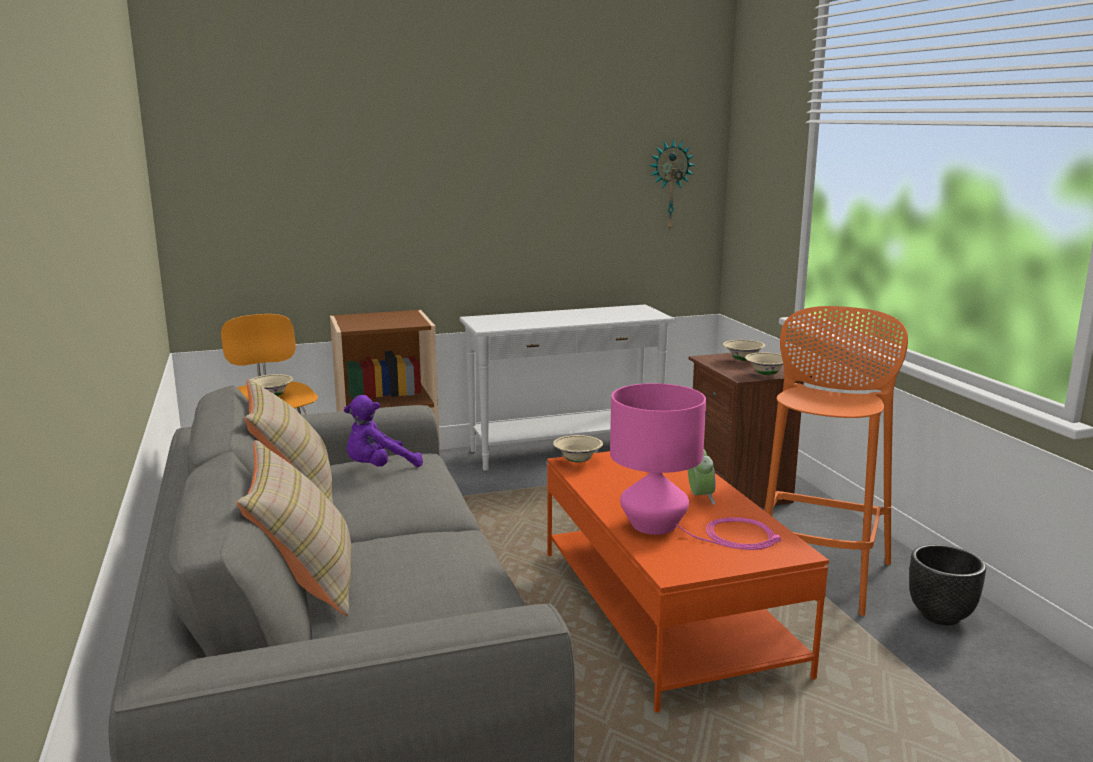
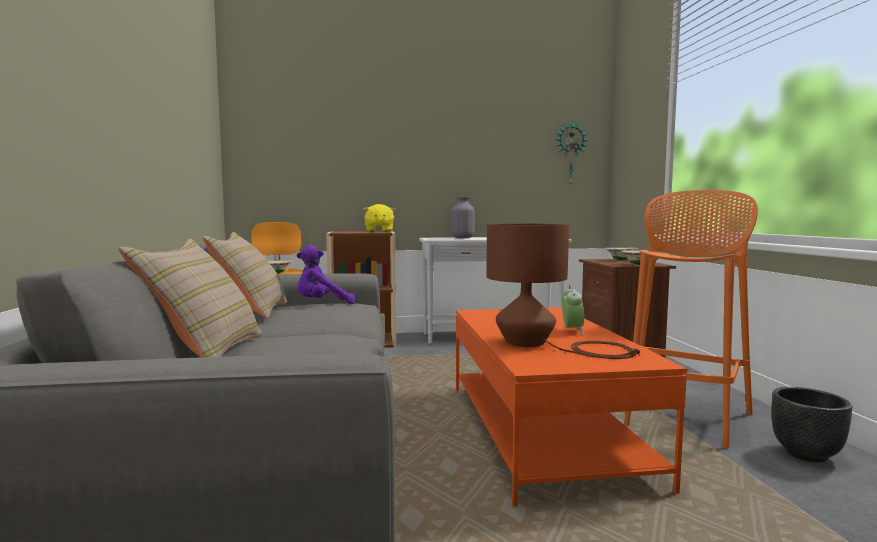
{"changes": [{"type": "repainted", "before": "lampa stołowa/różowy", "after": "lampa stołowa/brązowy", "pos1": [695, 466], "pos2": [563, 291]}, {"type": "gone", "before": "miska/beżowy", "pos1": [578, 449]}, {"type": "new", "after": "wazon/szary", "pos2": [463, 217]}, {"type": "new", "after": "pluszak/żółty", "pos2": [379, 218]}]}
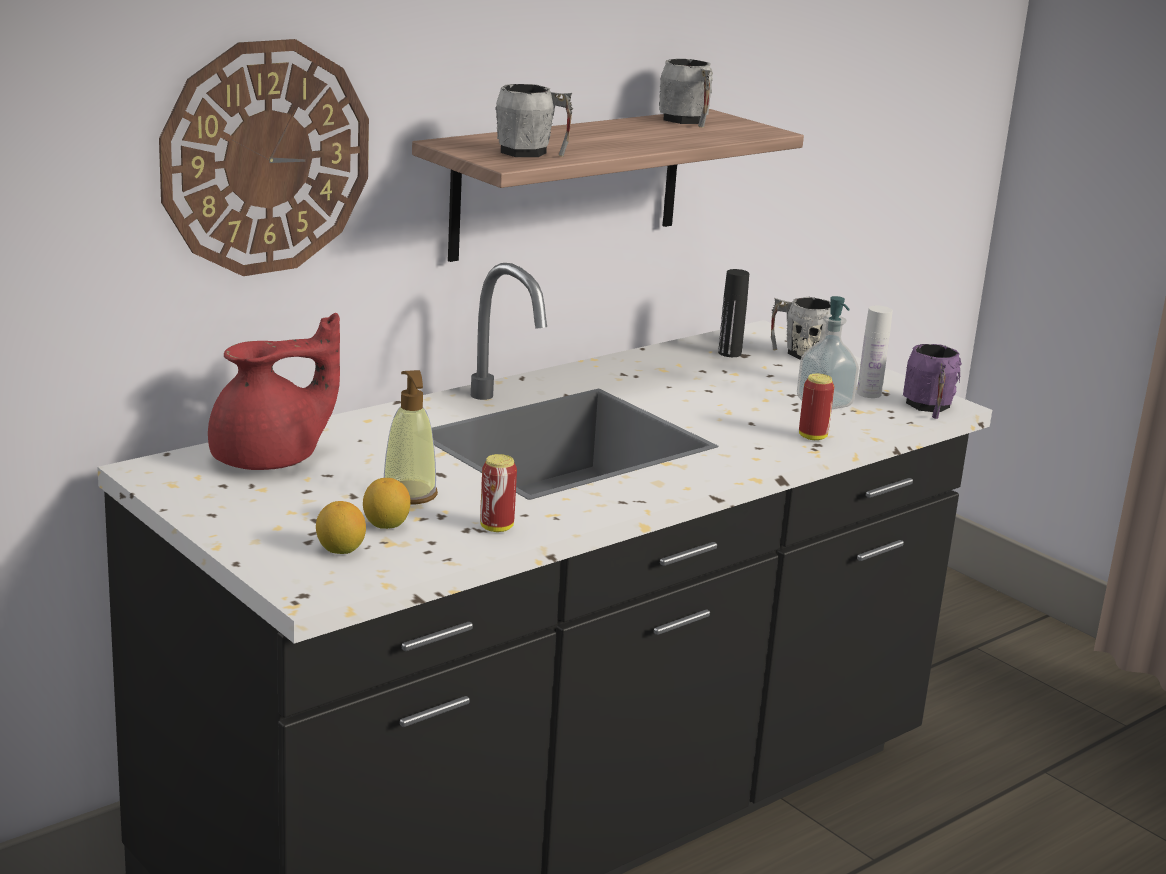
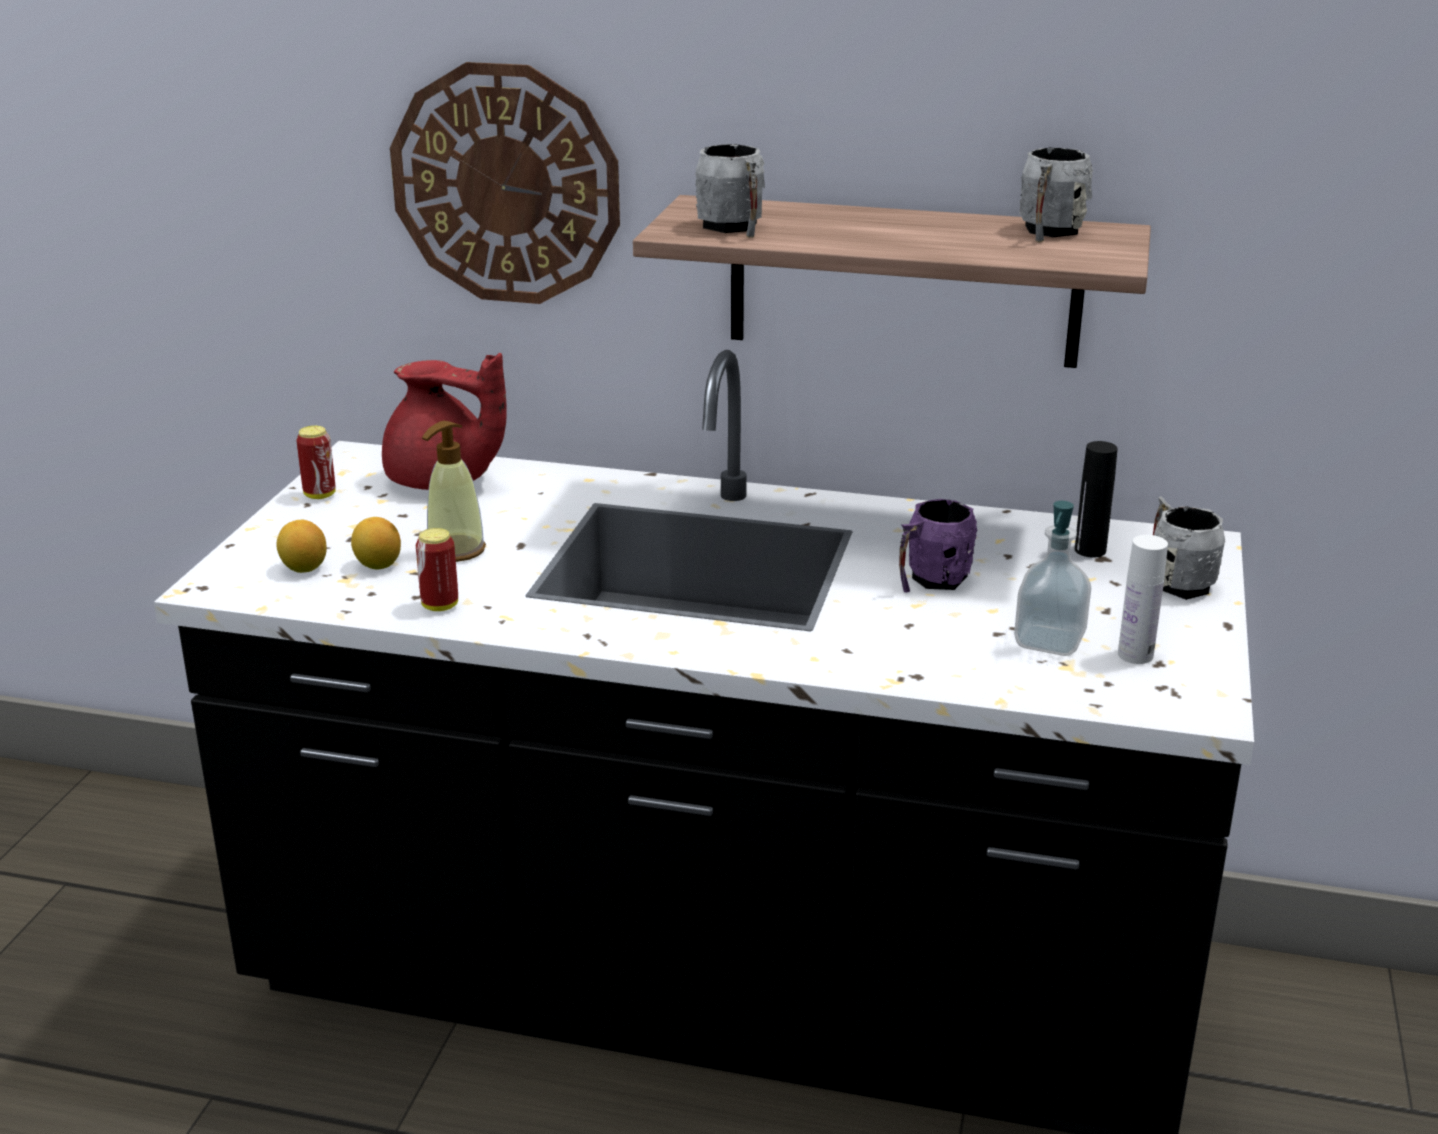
{"changes": [{"type": "shifted", "before": "kubek/fioletowy", "pos1": [932, 381], "pos2": [938, 546]}, {"type": "shifted", "before": "puszka", "pos1": [816, 407], "pos2": [316, 462]}]}
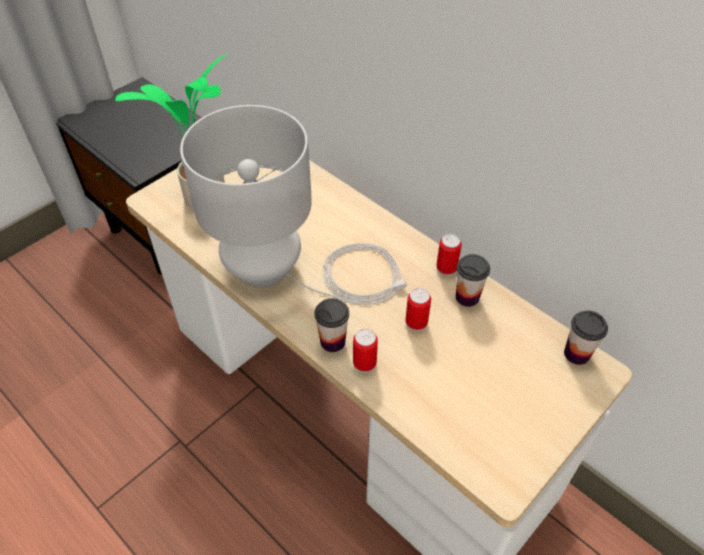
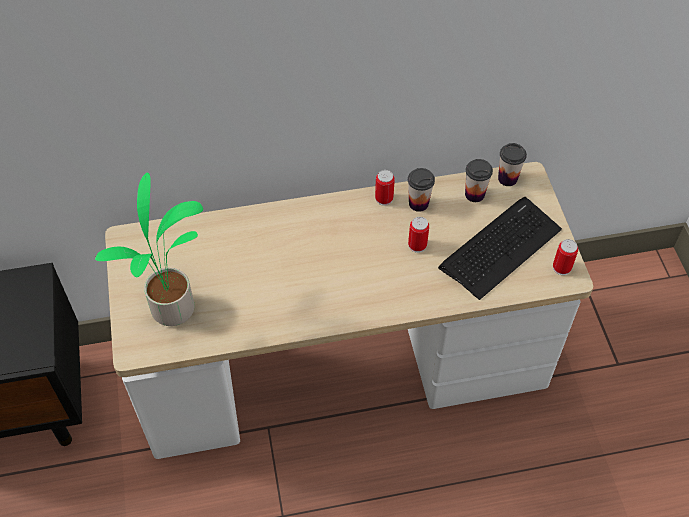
{"changes": [{"type": "gone", "before": "lampa stołowa/szary", "pos1": [293, 205]}, {"type": "shifted", "before": "filiżanka", "pos1": [331, 325], "pos2": [479, 180]}, {"type": "shifted", "before": "puszka", "pos1": [365, 351], "pos2": [565, 257]}, {"type": "new", "after": "klawiatura", "pos2": [500, 248]}]}
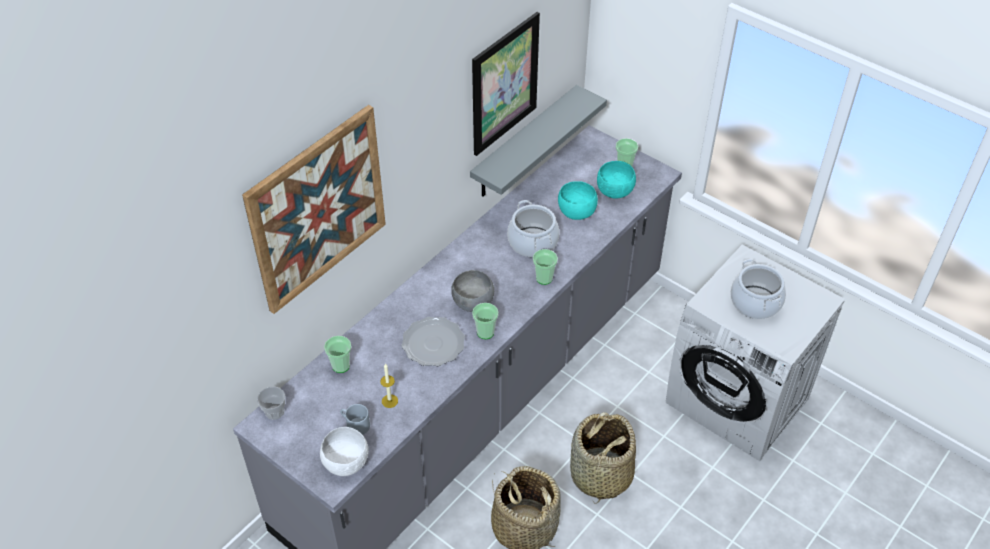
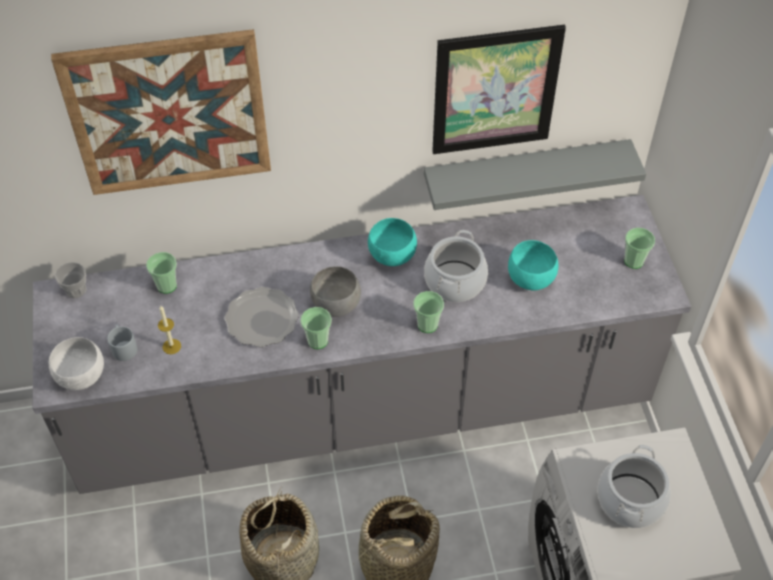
{"changes": [{"type": "shifted", "before": "miska/turkusowy", "pos1": [616, 180], "pos2": [392, 242]}]}
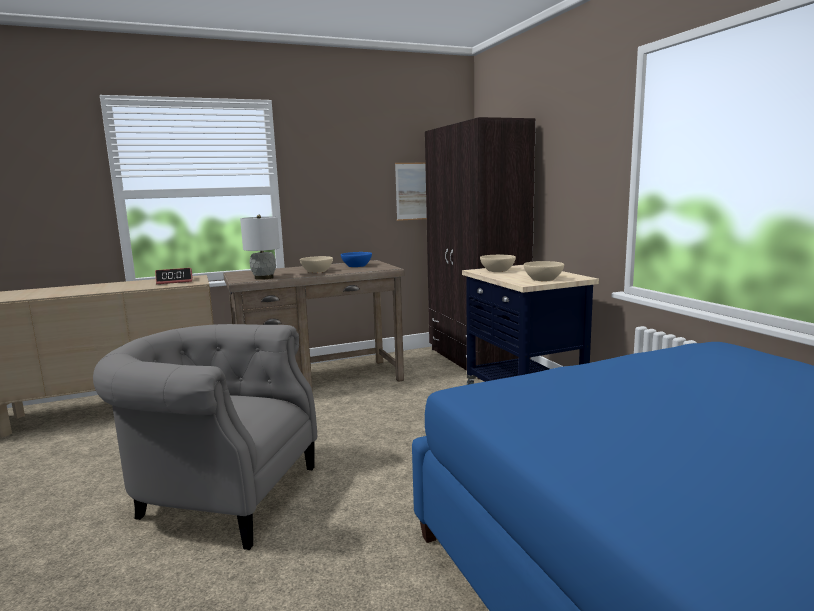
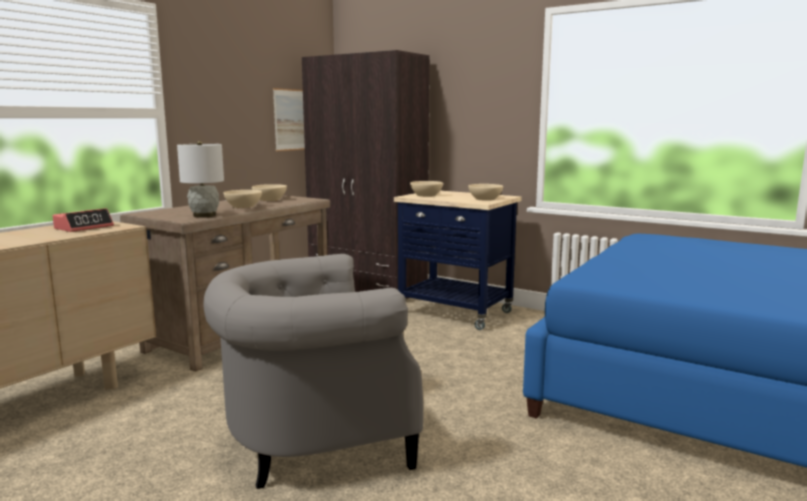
{"changes": [{"type": "repainted", "before": "miska/niebieski", "after": "miska/beżowy", "pos1": [356, 259], "pos2": [269, 192]}]}
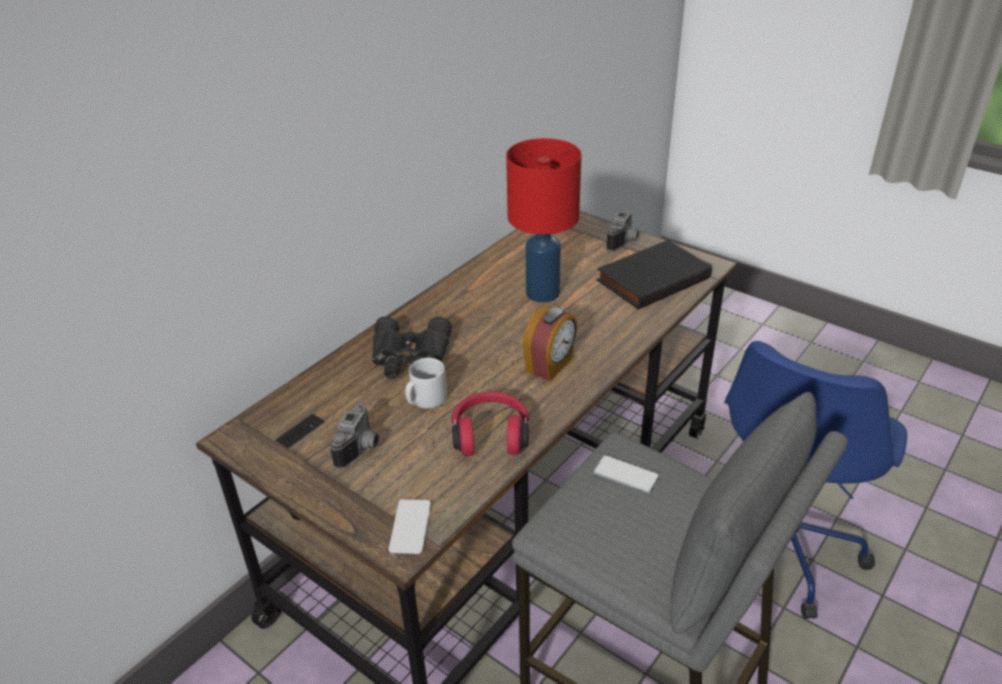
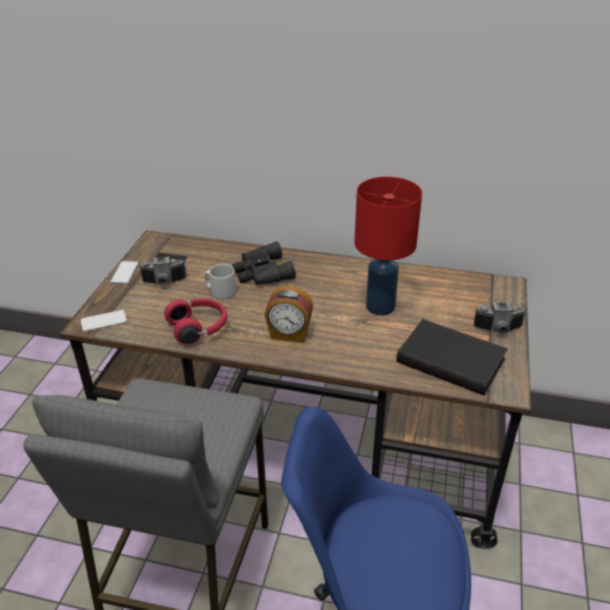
{"changes": [{"type": "shifted", "before": "telefon", "pos1": [626, 474], "pos2": [124, 272]}]}
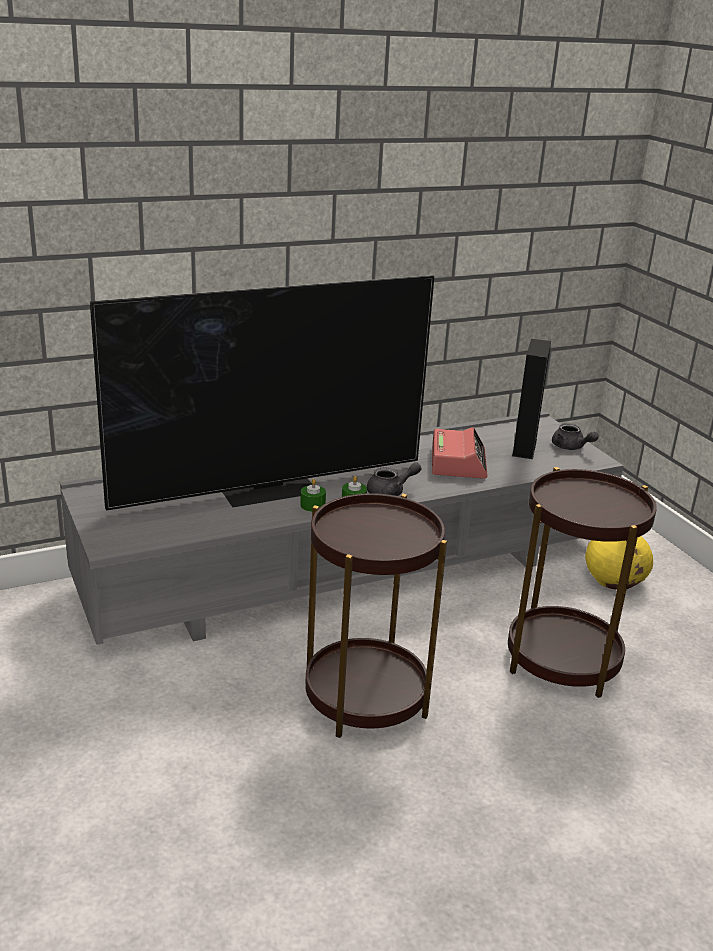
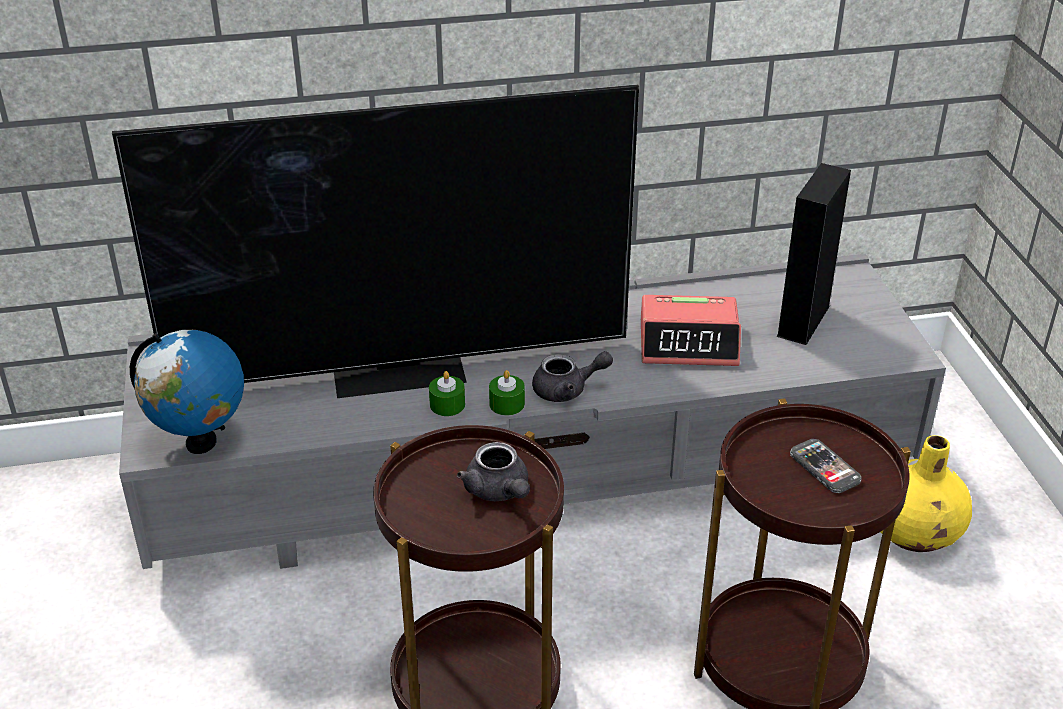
{"changes": [{"type": "shifted", "before": "imbryk/szary", "pos1": [575, 436], "pos2": [493, 471]}, {"type": "rotated", "before": "budzik", "pos1": [460, 453], "pos2": [691, 330], "turn": 75}, {"type": "new", "after": "globus", "pos2": [187, 392]}, {"type": "new", "after": "telefon", "pos2": [826, 466]}]}
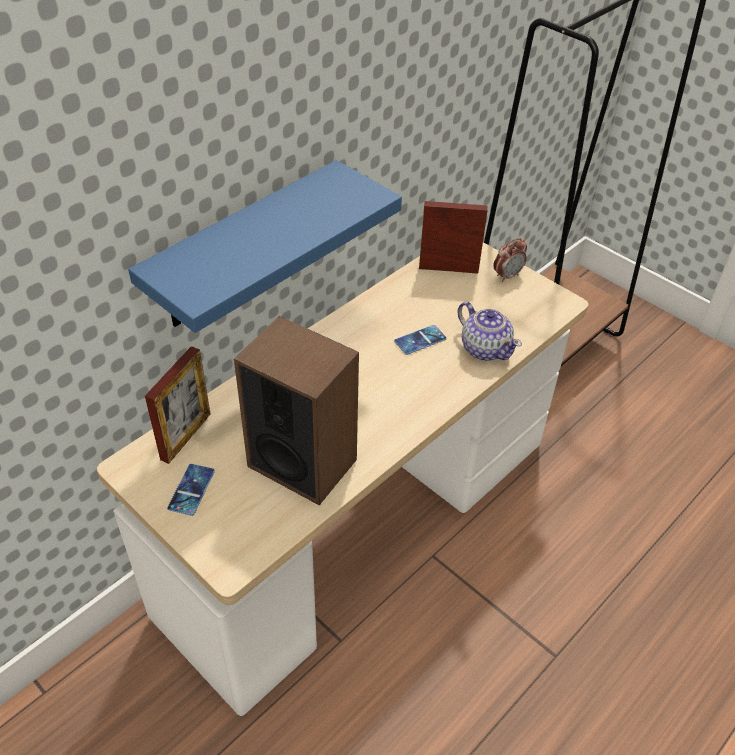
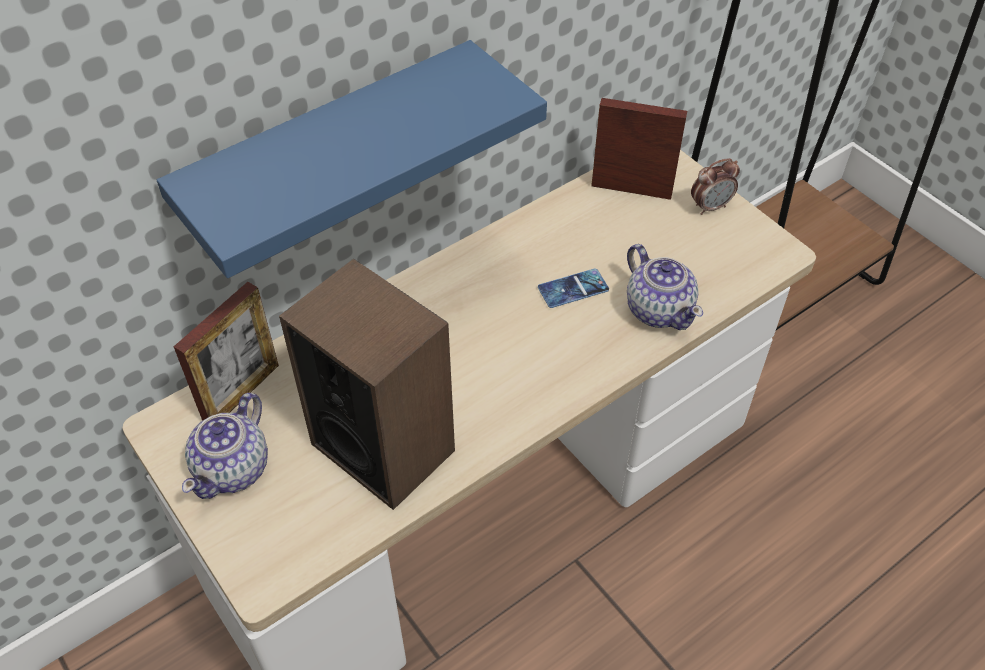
{"changes": [{"type": "swapped", "before": "telefon", "after": "imbryk", "pos1": [191, 490], "pos2": [225, 446]}]}
